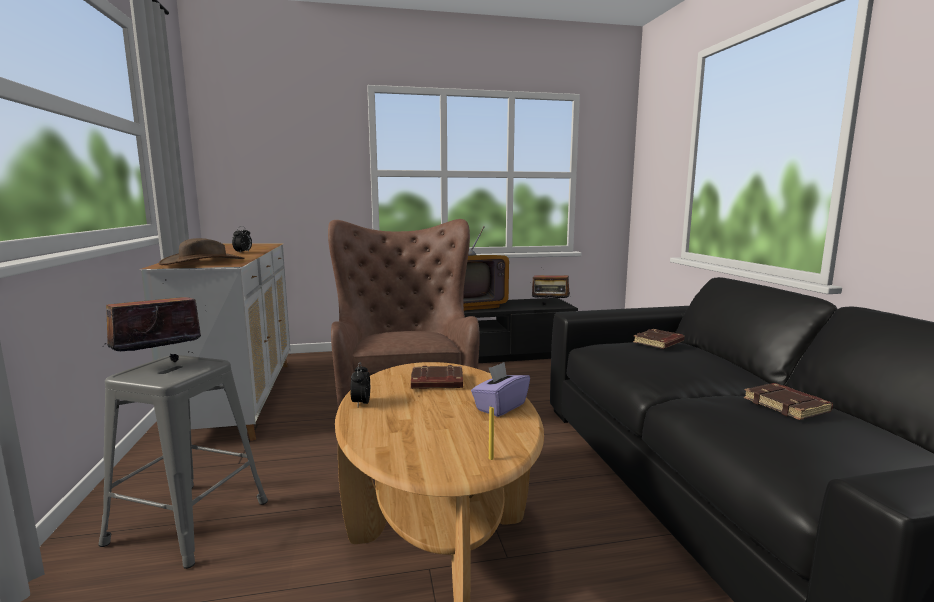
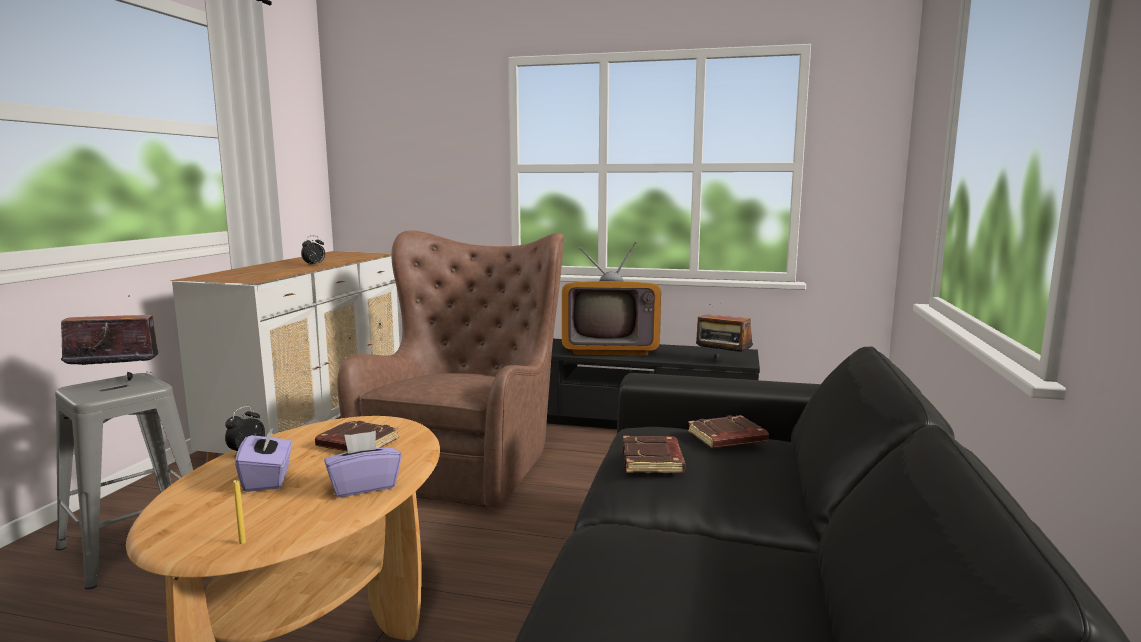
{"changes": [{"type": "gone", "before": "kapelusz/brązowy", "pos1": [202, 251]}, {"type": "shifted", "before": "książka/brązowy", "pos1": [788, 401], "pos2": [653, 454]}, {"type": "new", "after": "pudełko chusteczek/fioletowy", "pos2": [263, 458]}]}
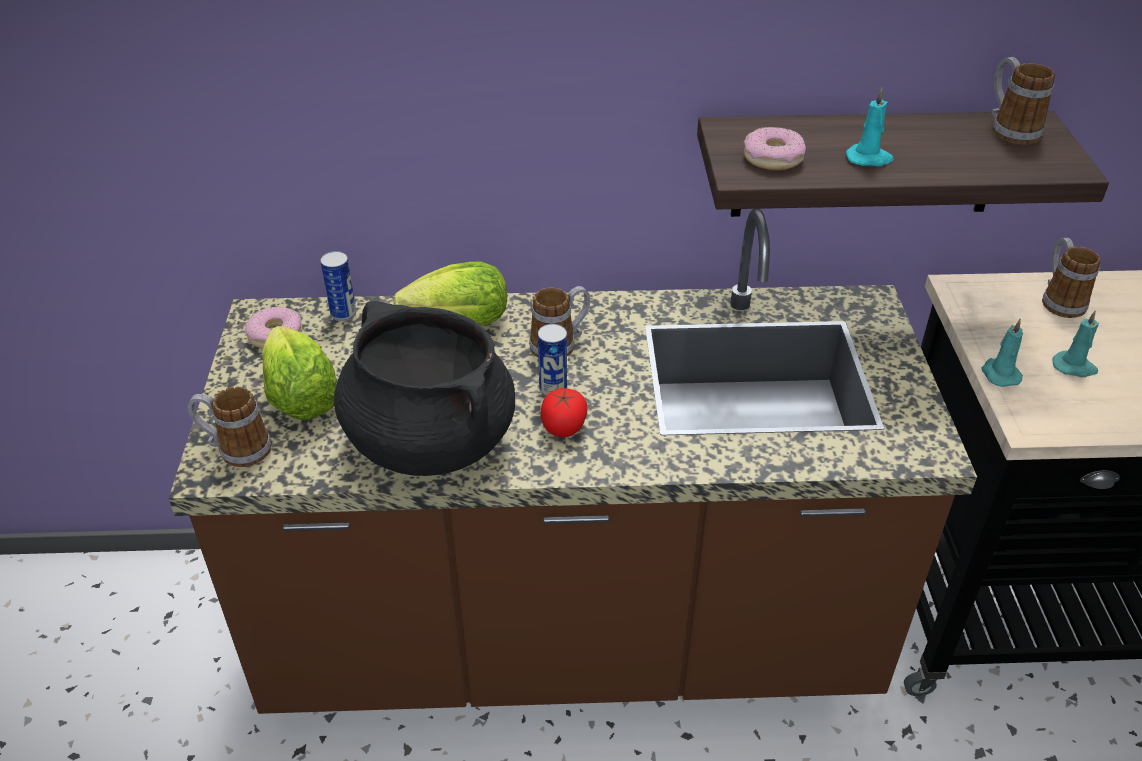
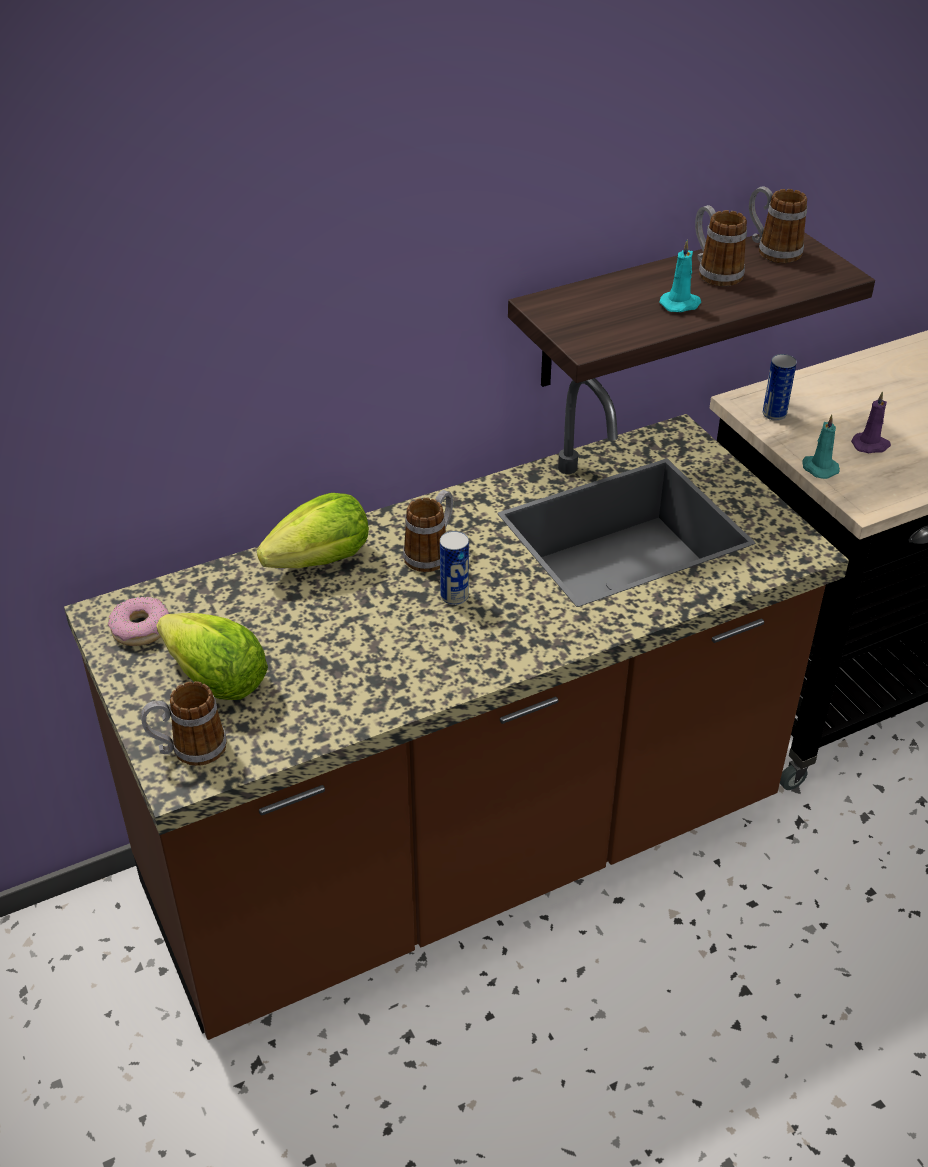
{"changes": [{"type": "gone", "before": "donut", "pos1": [774, 148]}, {"type": "shifted", "before": "kubek", "pos1": [1071, 278], "pos2": [721, 245]}, {"type": "shifted", "before": "puszka", "pos1": [338, 286], "pos2": [780, 387]}, {"type": "gone", "before": "garnek/czarny", "pos1": [424, 388]}, {"type": "repainted", "before": "świeca/turkusowy", "after": "świeca/fioletowy", "pos1": [1076, 343], "pos2": [871, 422]}, {"type": "gone", "before": "pomidor", "pos1": [564, 412]}]}
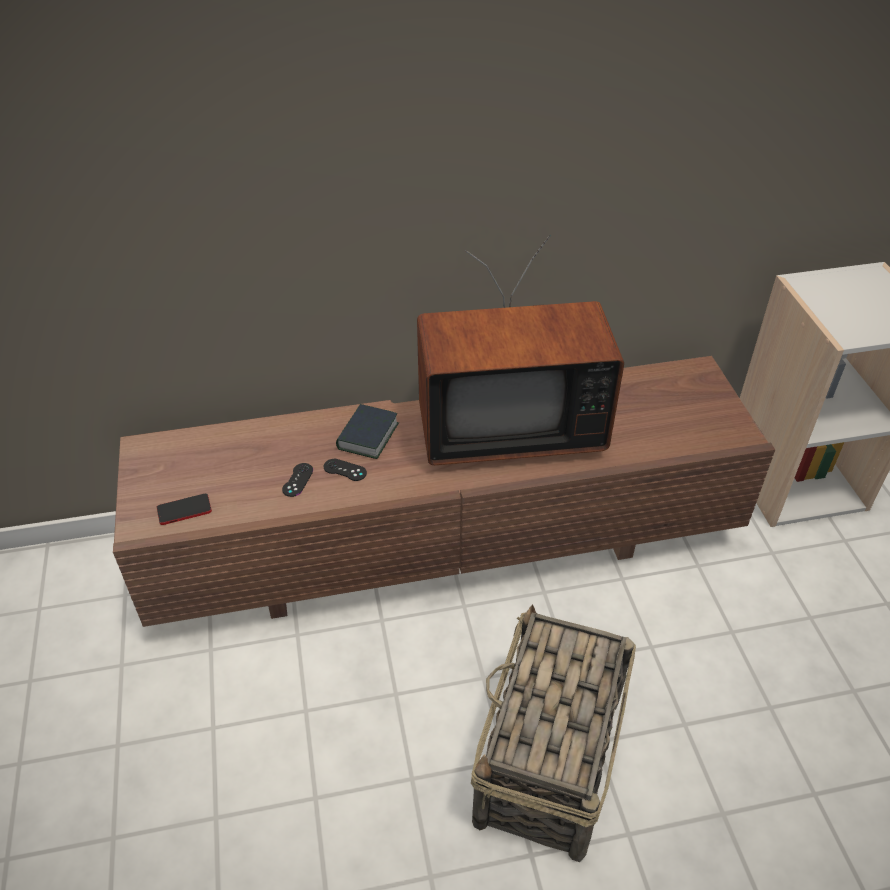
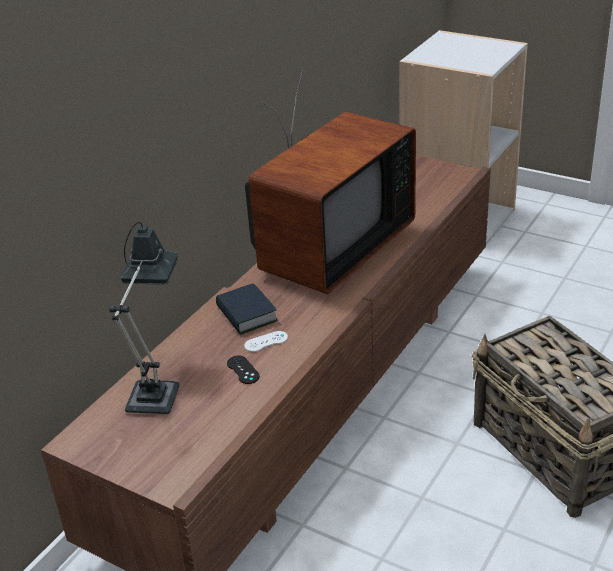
{"changes": [{"type": "repainted", "before": "pad do gier/czarny", "after": "pad do gier/biały", "pos1": [345, 470], "pos2": [266, 341]}, {"type": "gone", "before": "telefon", "pos1": [184, 509]}, {"type": "new", "after": "lampa stołowa", "pos2": [144, 318]}]}
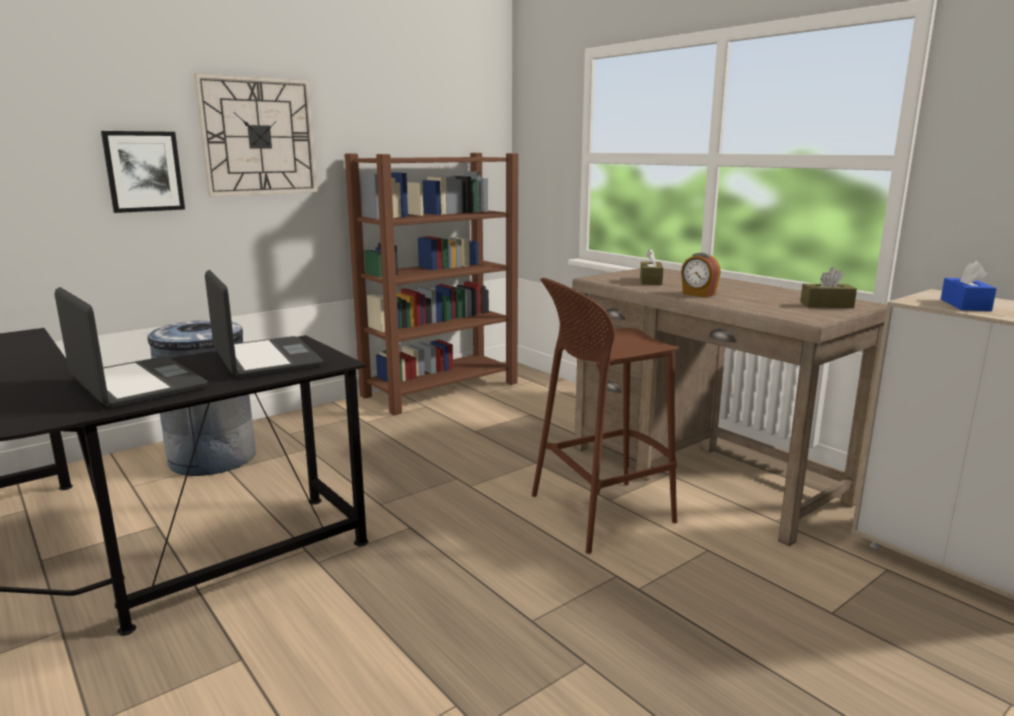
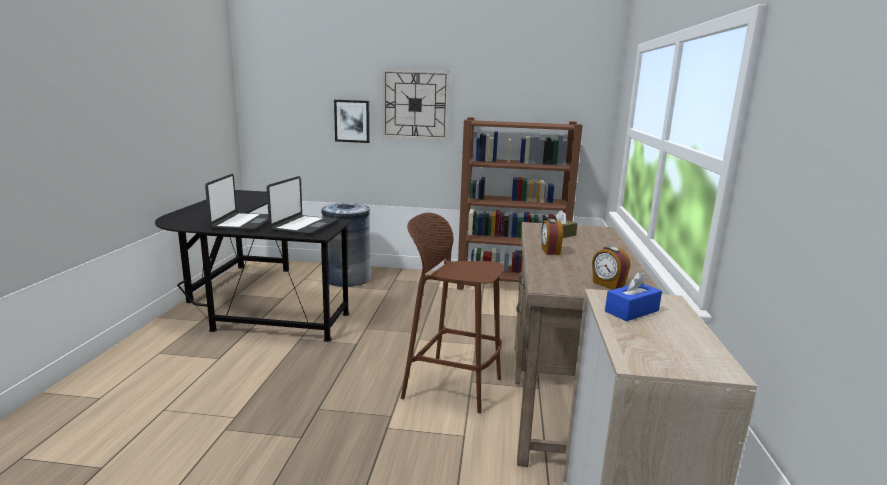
{"changes": [{"type": "swapped", "before": "pudełko chusteczek/brązowy", "after": "budzik", "pos1": [828, 287], "pos2": [611, 268]}]}
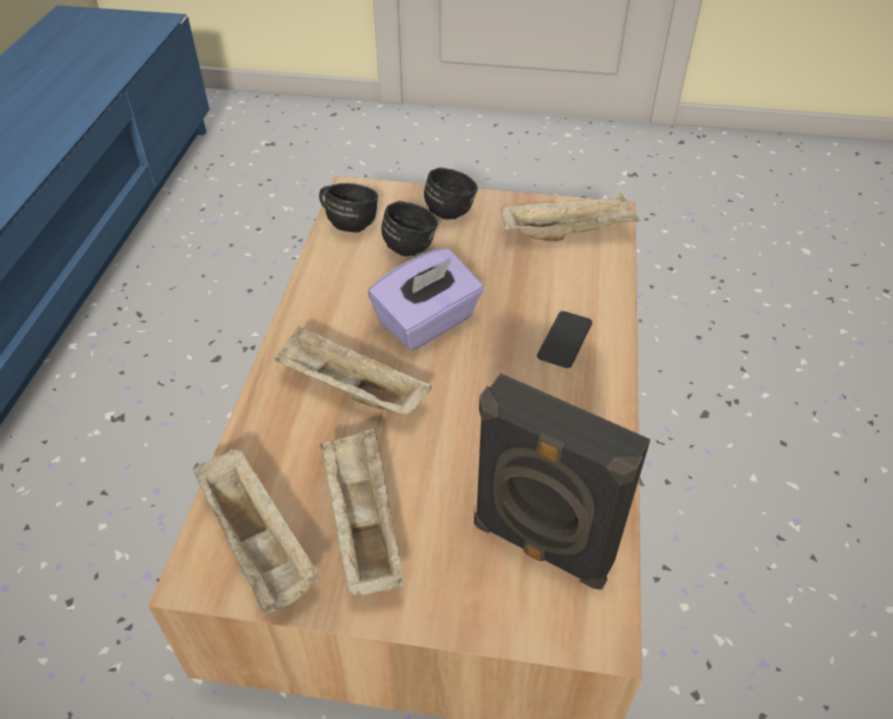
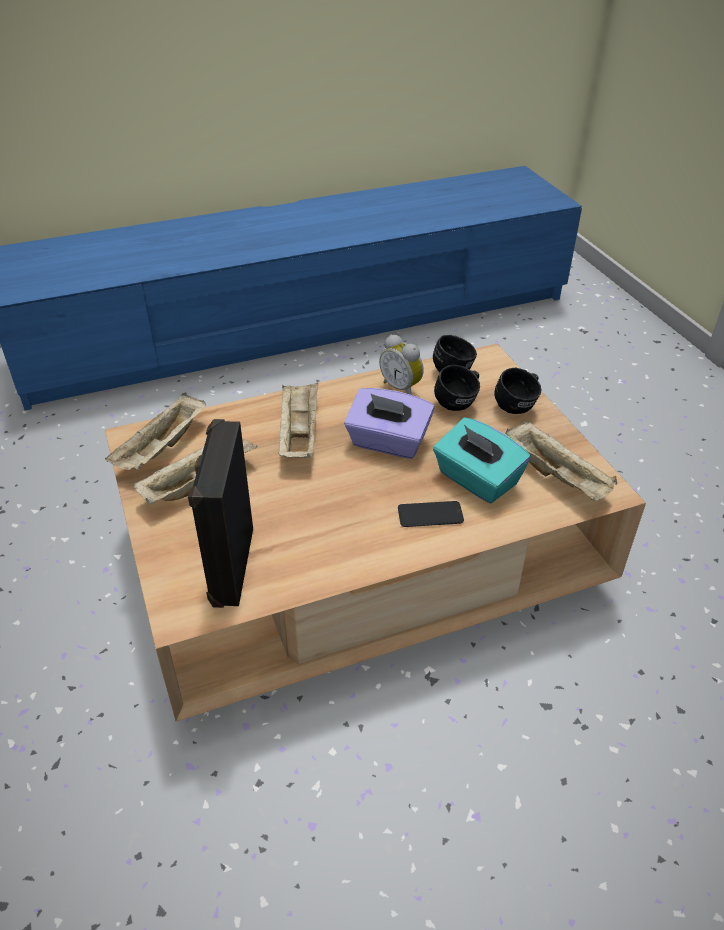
{"changes": [{"type": "new", "after": "budzik", "pos2": [401, 364]}, {"type": "new", "after": "pudełko chusteczek/turkusowy", "pos2": [482, 460]}]}
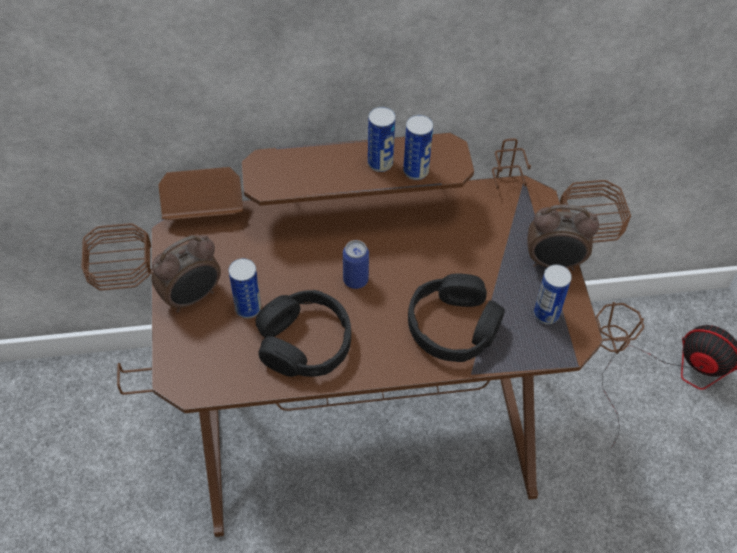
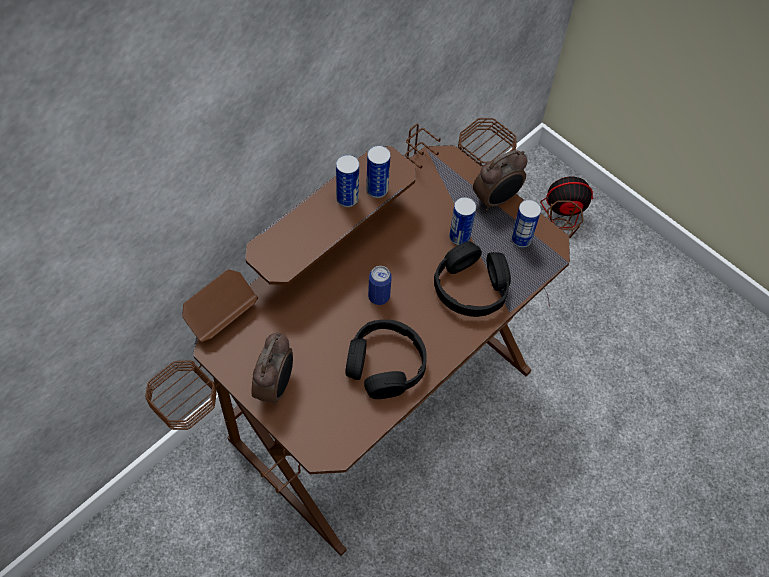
{"changes": [{"type": "shifted", "before": "puszka", "pos1": [244, 288], "pos2": [462, 221]}]}
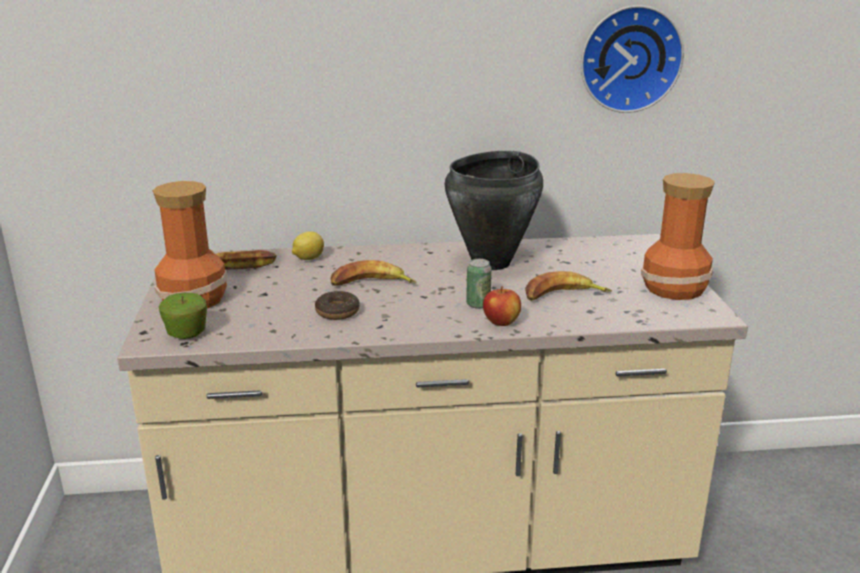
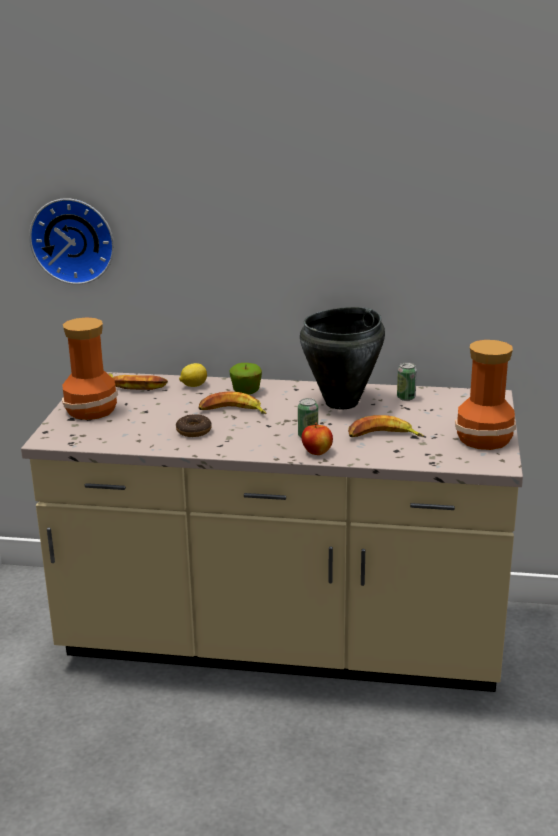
{"changes": [{"type": "shifted", "before": "zegar ścienny", "pos1": [632, 59], "pos2": [71, 241]}, {"type": "shifted", "before": "jabłko", "pos1": [183, 316], "pos2": [245, 378]}, {"type": "new", "after": "puszka", "pos2": [407, 381]}]}
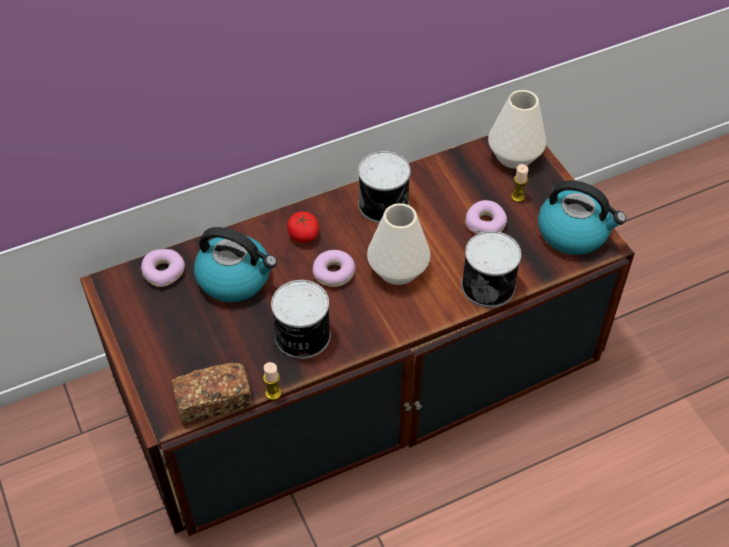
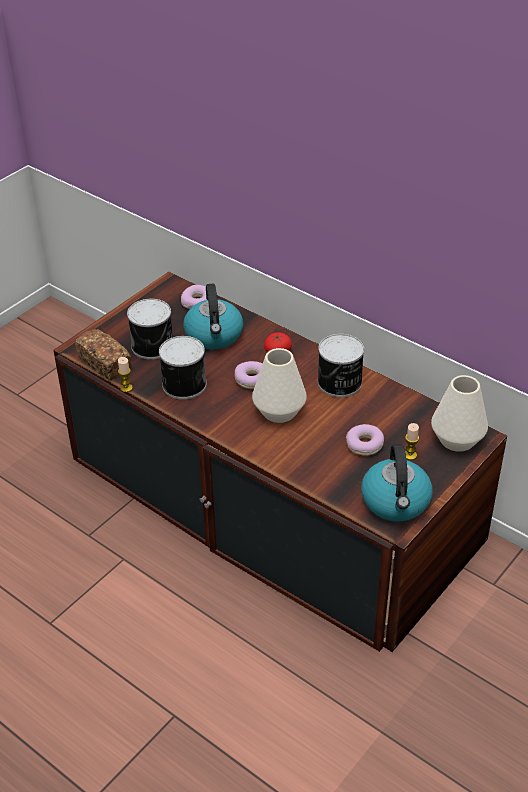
{"changes": [{"type": "shifted", "before": "puszka", "pos1": [491, 269], "pos2": [150, 329]}]}
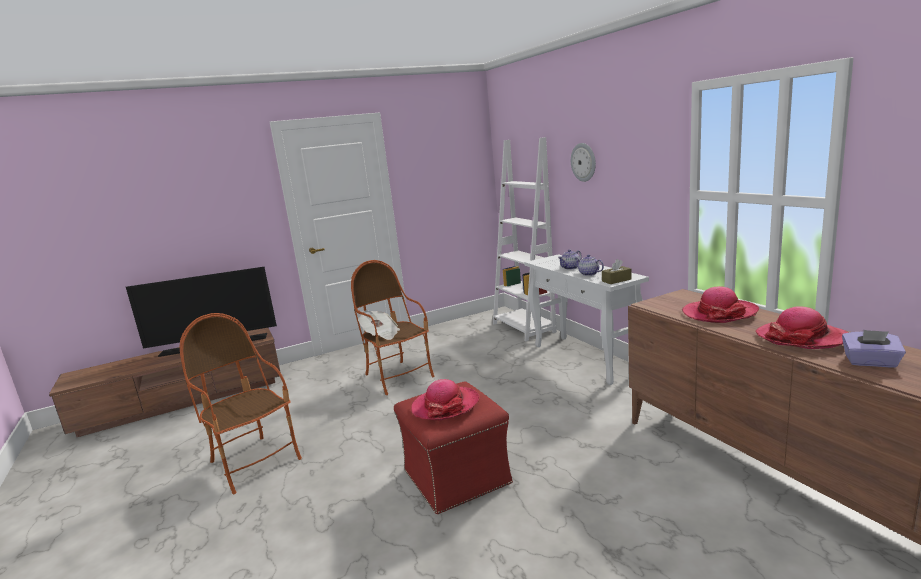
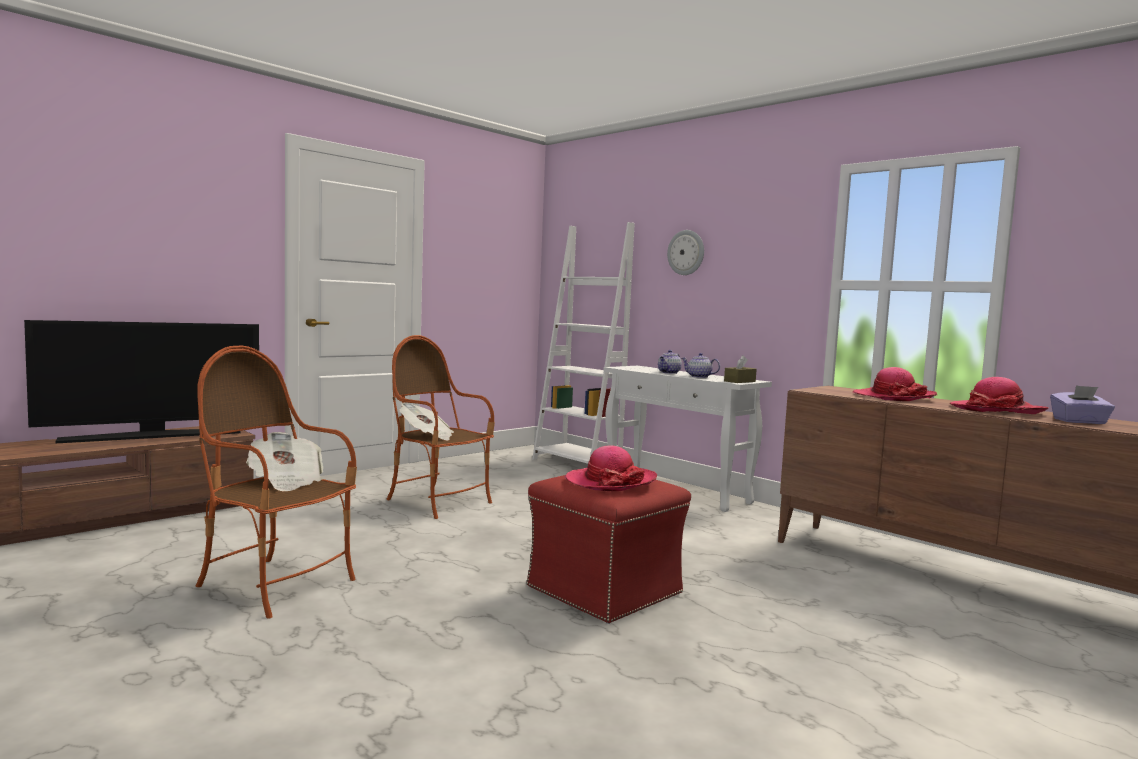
{"changes": [{"type": "new", "after": "gazeta", "pos2": [284, 462]}]}
